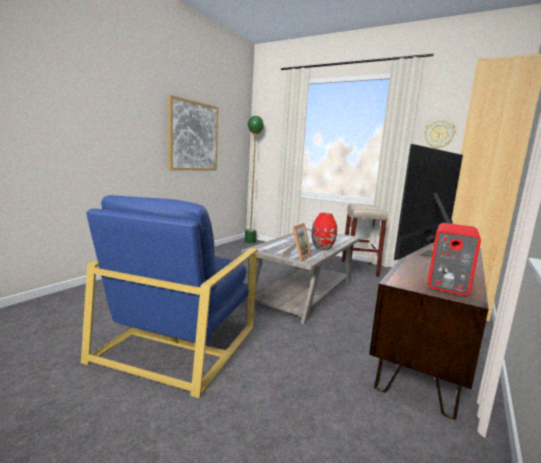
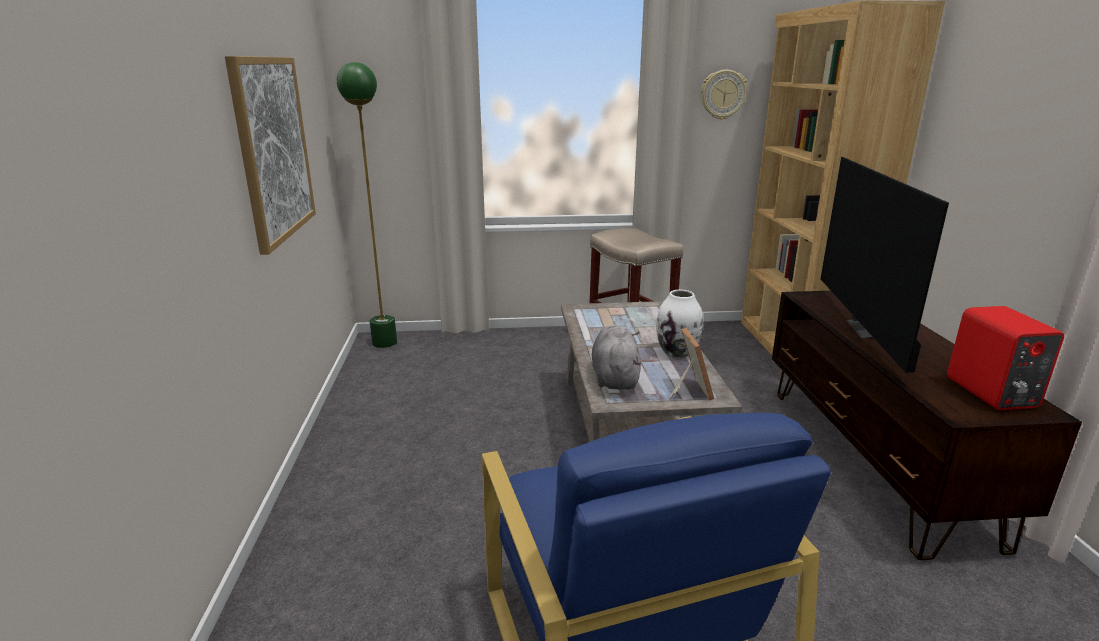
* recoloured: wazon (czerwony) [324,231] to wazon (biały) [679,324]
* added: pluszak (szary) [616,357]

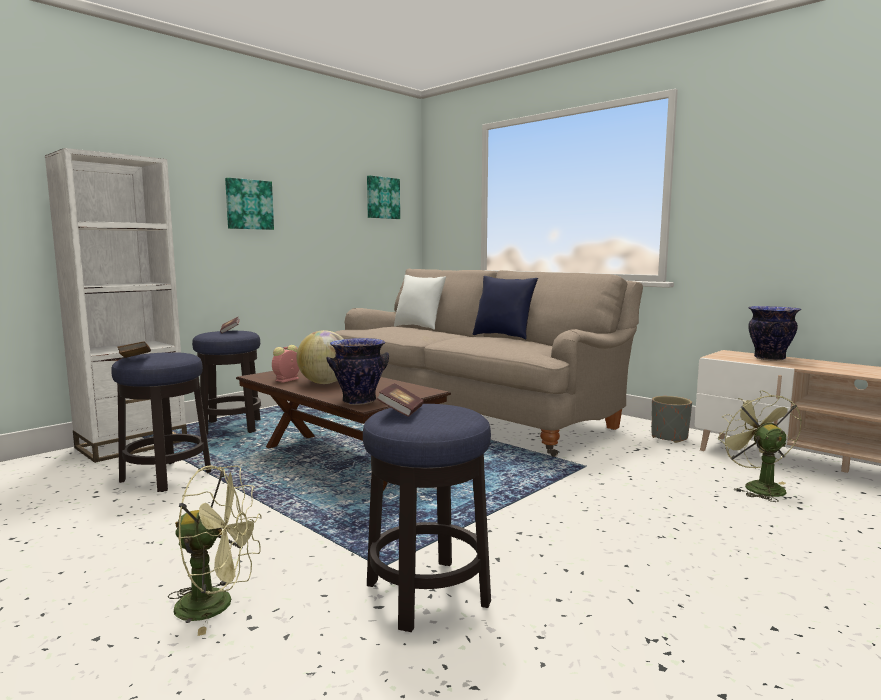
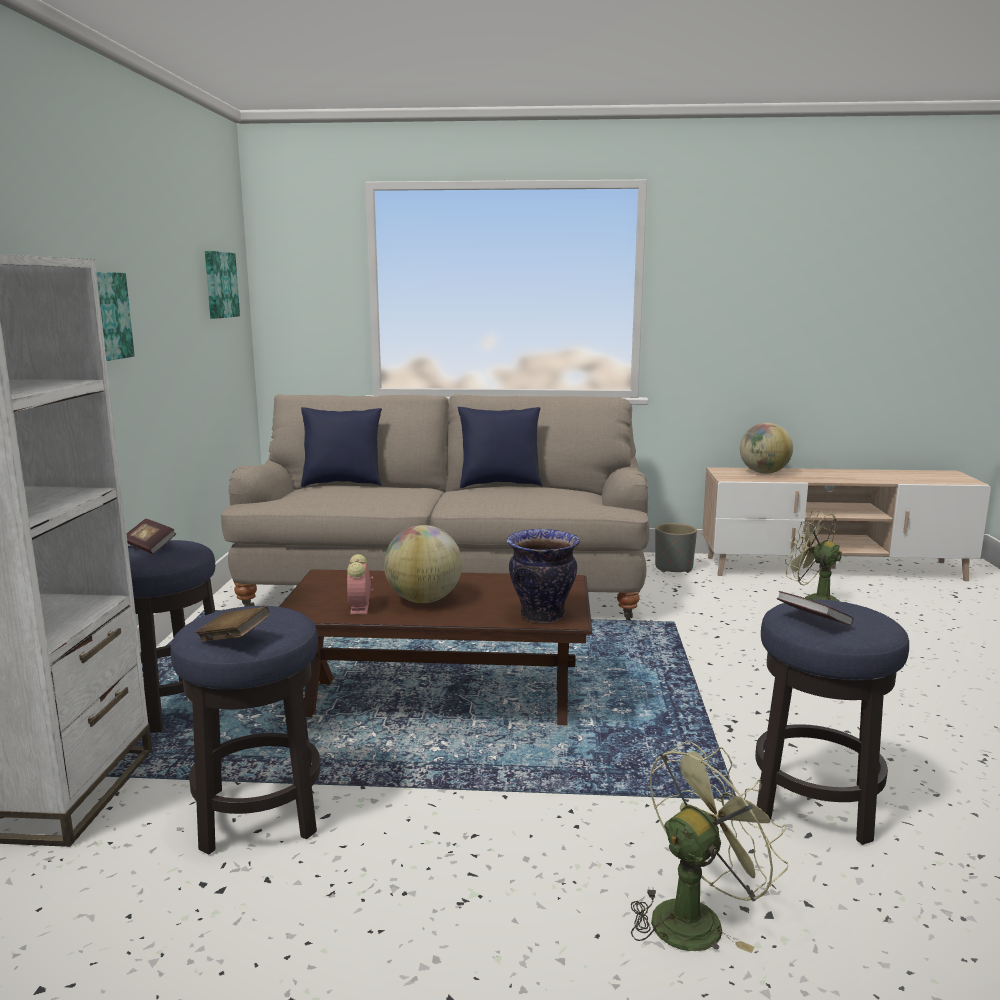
* recoloured: poduszka (biały) [420,302] to poduszka (niebieski) [341,447]
* replaced: wazon [774,333] to globus [766,448]

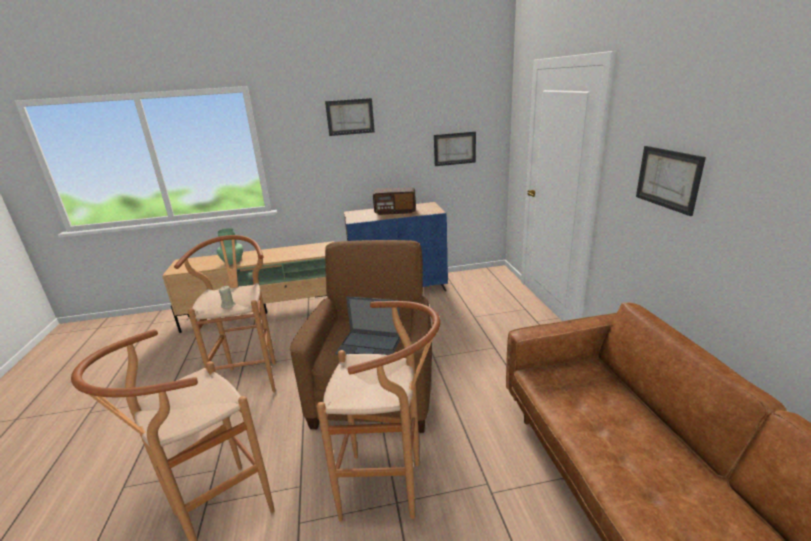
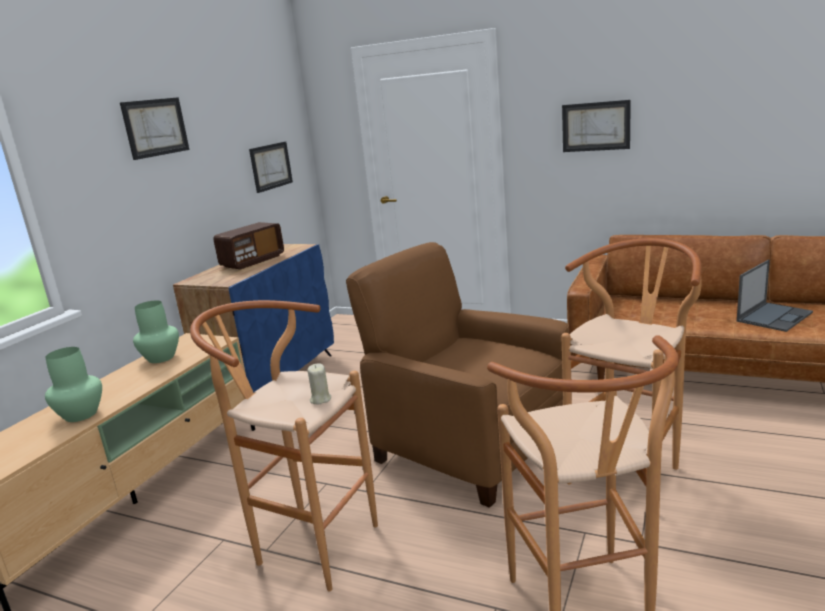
* moved: laptop [367,325] to [775,296]
* added: wazon (zielony) [156,332]

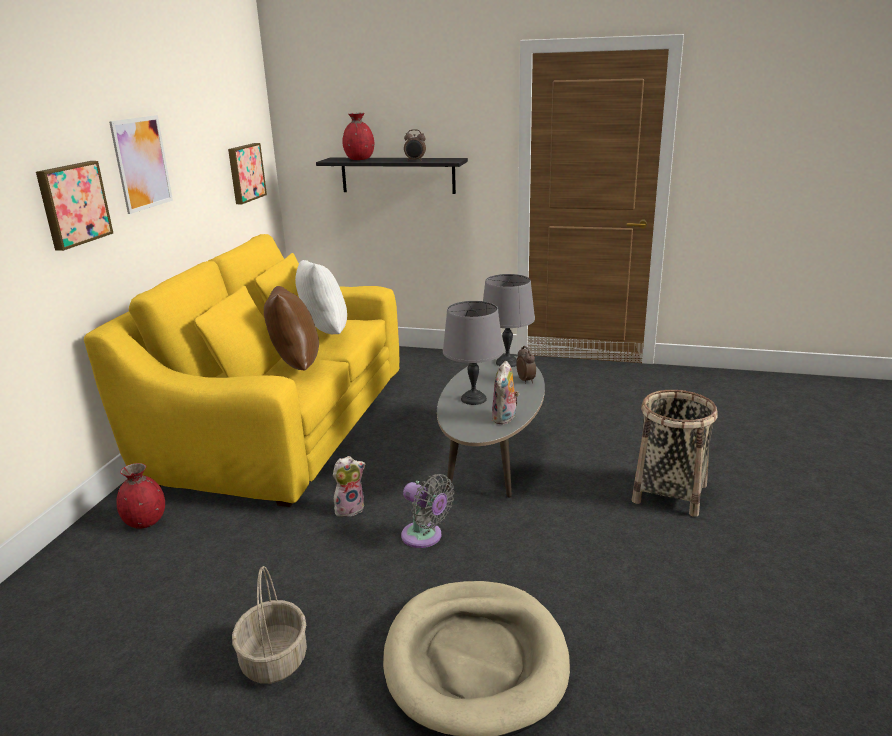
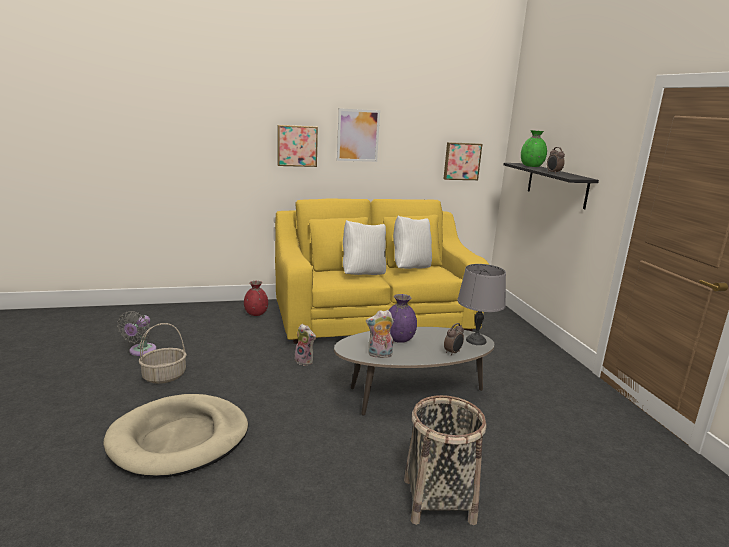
* recoloured: wazon (czerwony) [358,136] to wazon (zielony) [534,148]
* recoloured: poduszka (brązowy) [291,328] to poduszka (biały) [364,247]
* replaced: lampa stołowa (szary) [473,353] to wazon (fioletowy) [403,318]
* moved: wentylator (szary) [427,511] to [136,333]

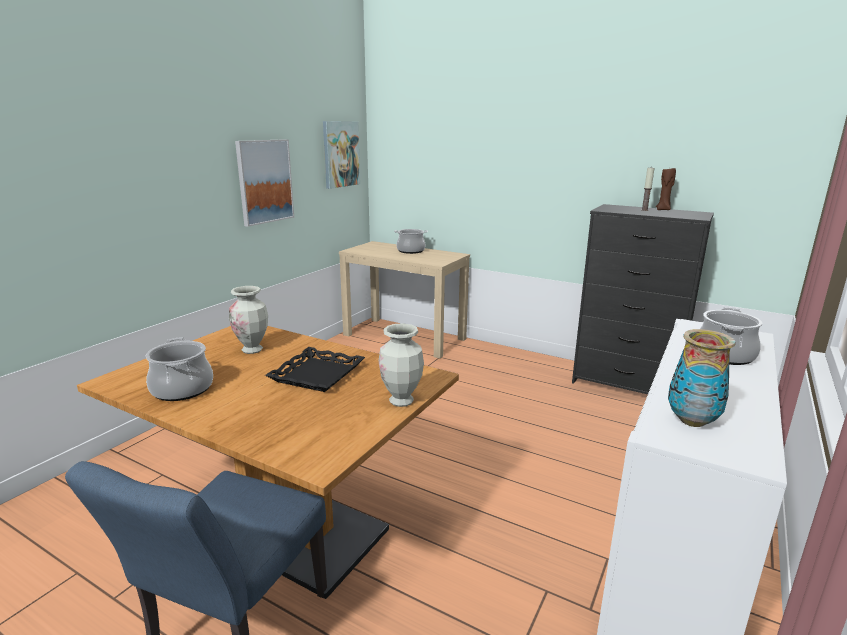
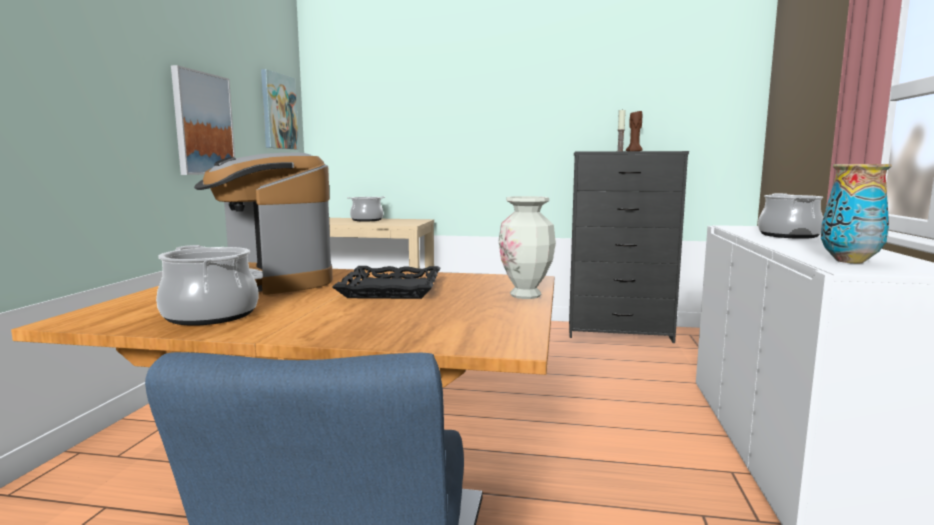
* replaced: wazon [248,320] to ekspres do kawy [263,224]

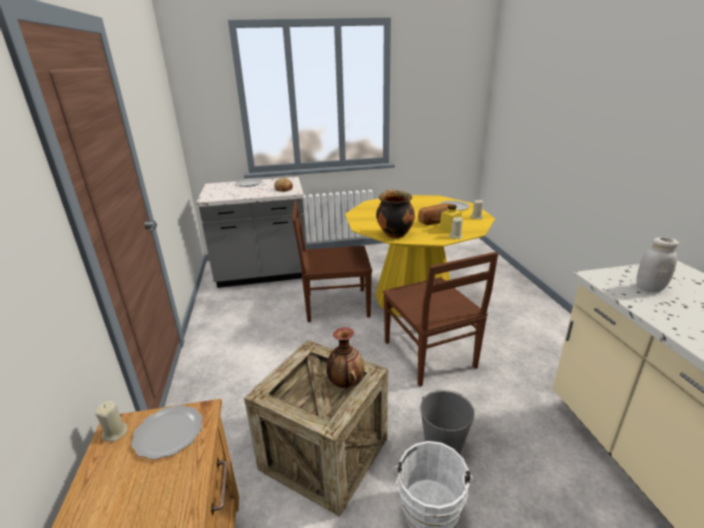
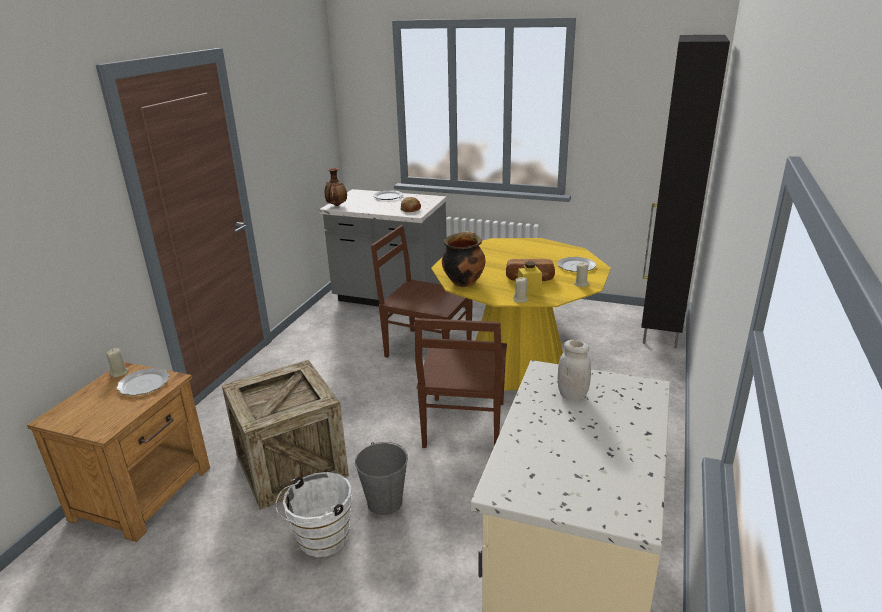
* moved: wazon [345,357] to [336,187]
* added: szafka (czarny) [685,191]

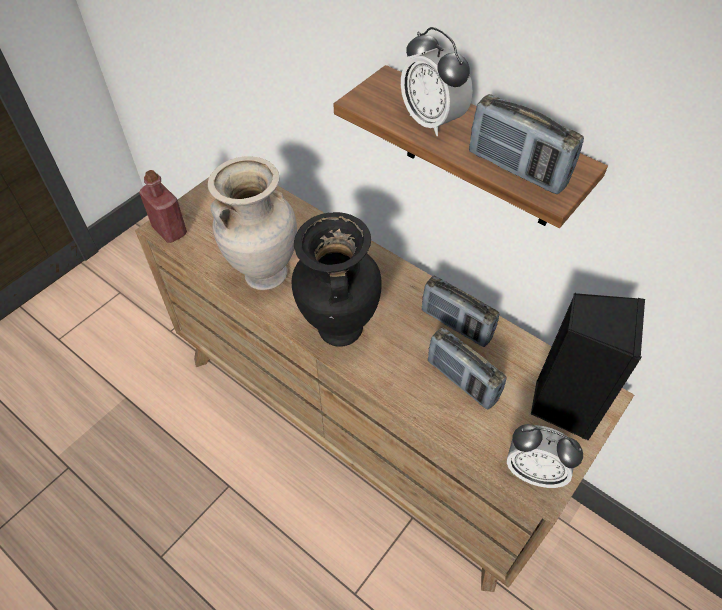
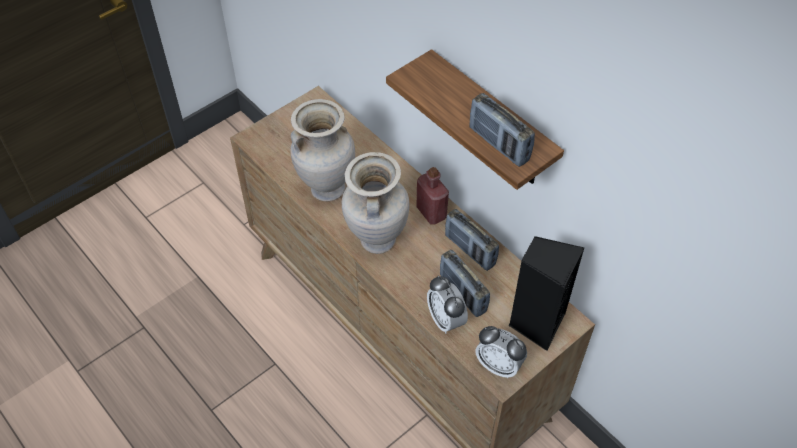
* moved: budzik [437,81] to [447,304]
* moved: butelka (czerwony) [163,206] to [432,196]
* recoloured: wazon (czarny) [337,279] to wazon (beżowy) [375,203]

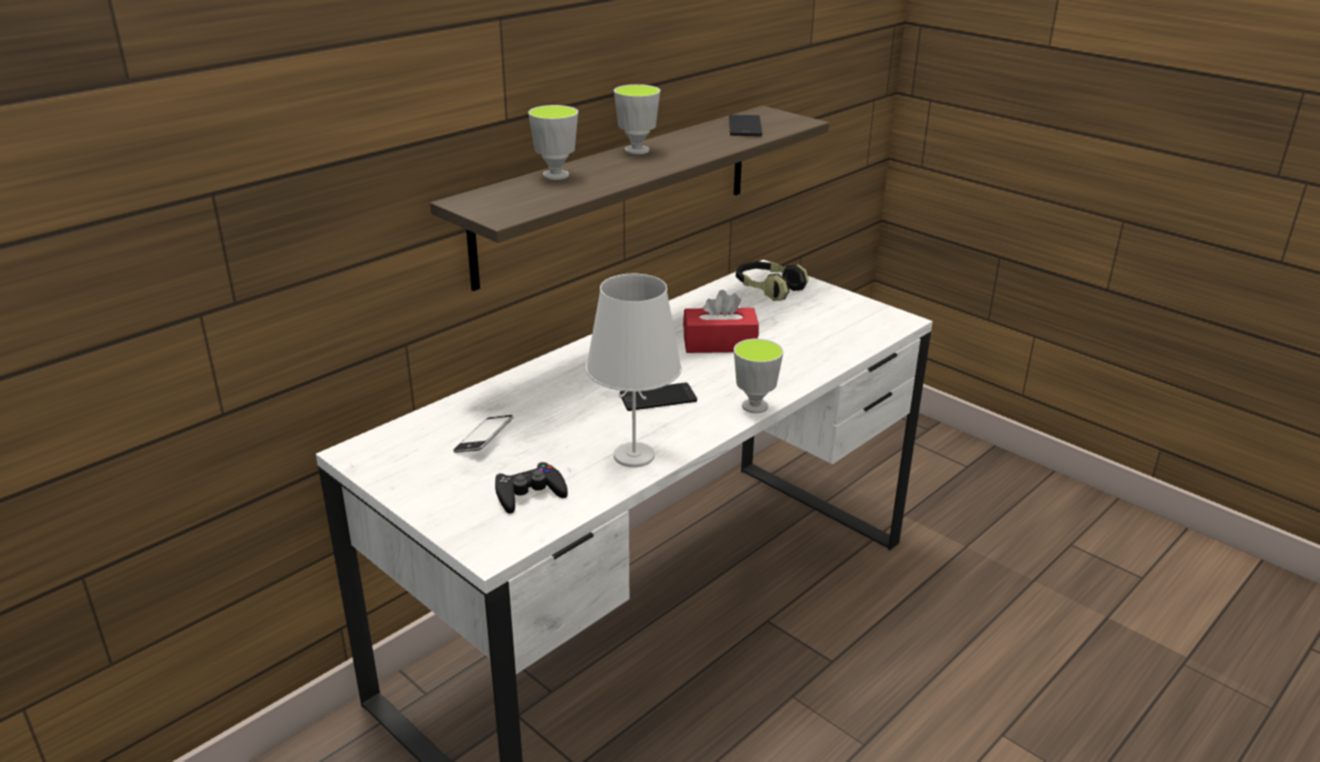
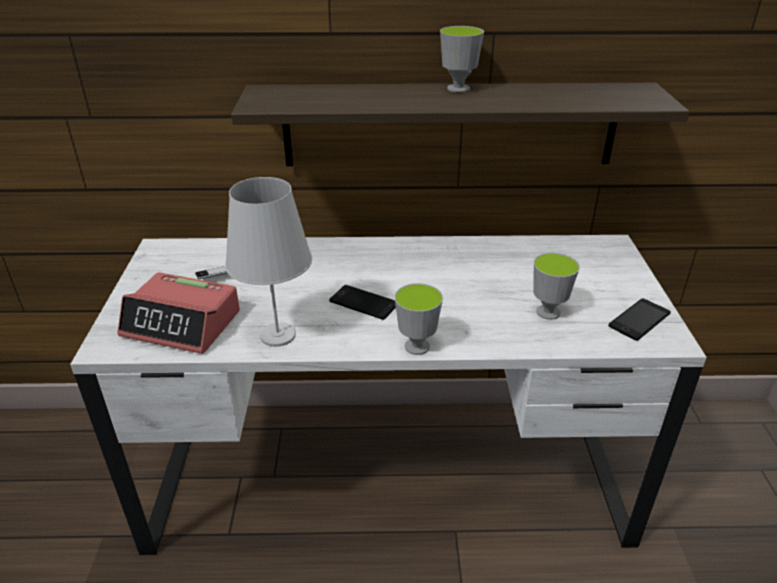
* moved: filiżanka [553,142] to [556,286]
* moved: telefon [745,125] to [639,319]
* removed: słuchawki [772,281]
* removed: pudełko chusteczek (czerwony) [721,321]
* replaced: pad do gier (czarny) [531,488] to budzik [178,313]

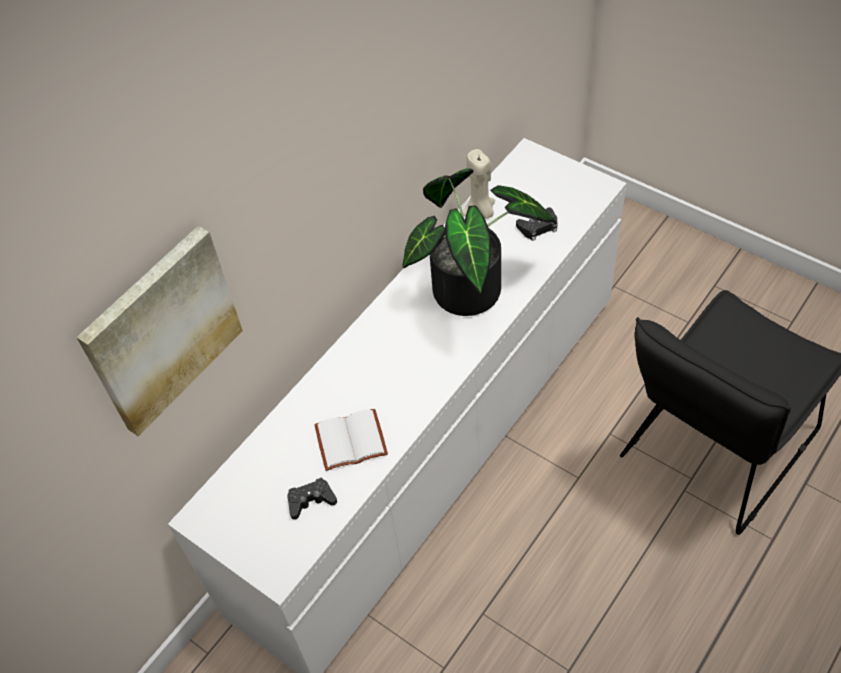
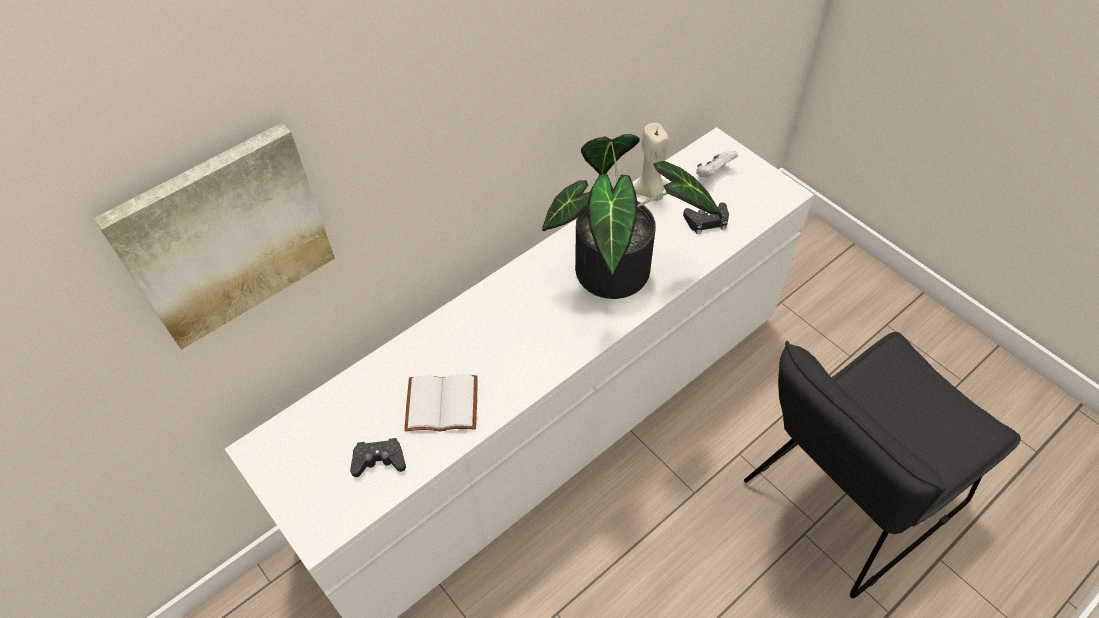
* added: pad do gier (biały) [717,164]

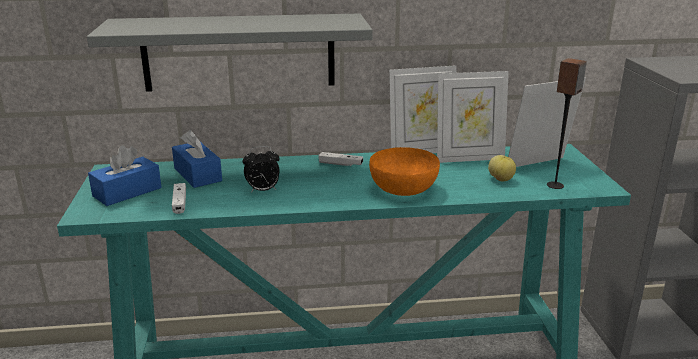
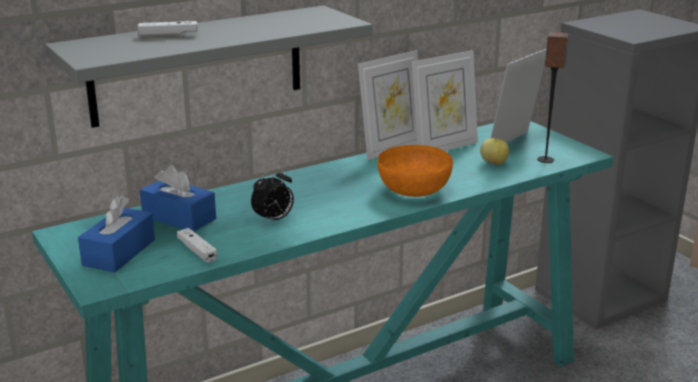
* moved: pad do gier (biały) [340,159] to [167,29]

